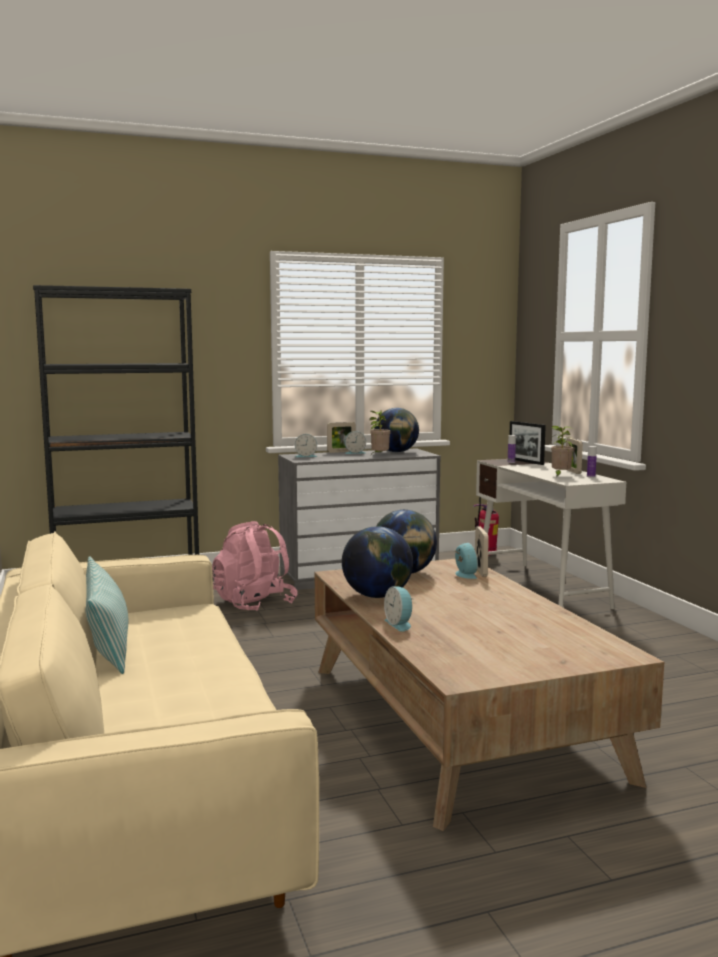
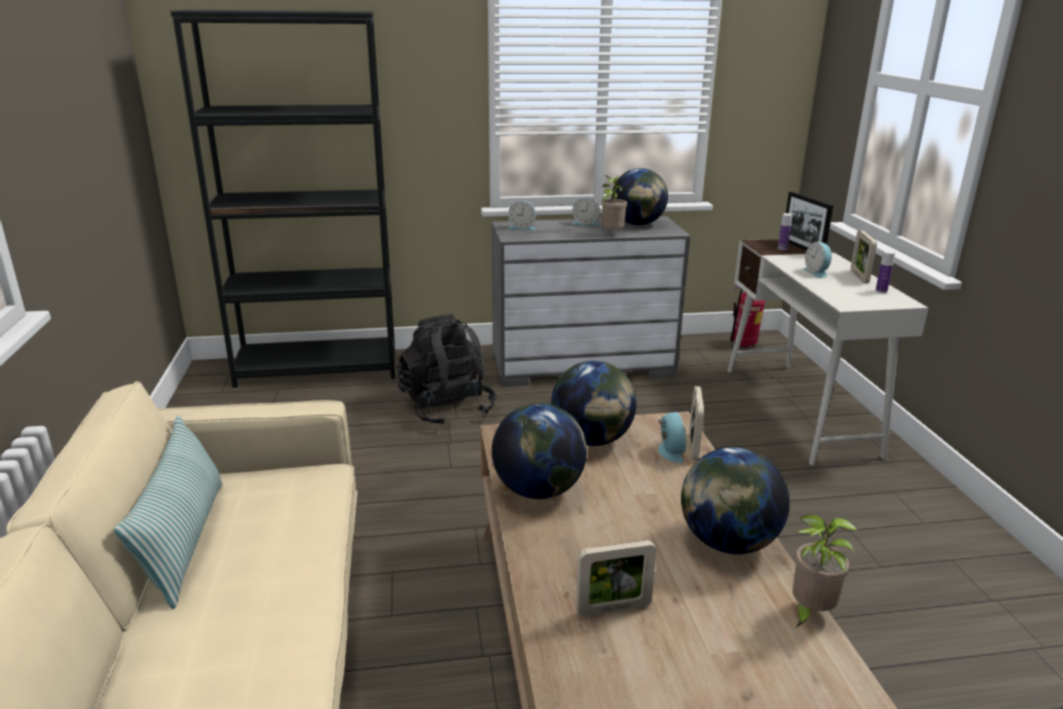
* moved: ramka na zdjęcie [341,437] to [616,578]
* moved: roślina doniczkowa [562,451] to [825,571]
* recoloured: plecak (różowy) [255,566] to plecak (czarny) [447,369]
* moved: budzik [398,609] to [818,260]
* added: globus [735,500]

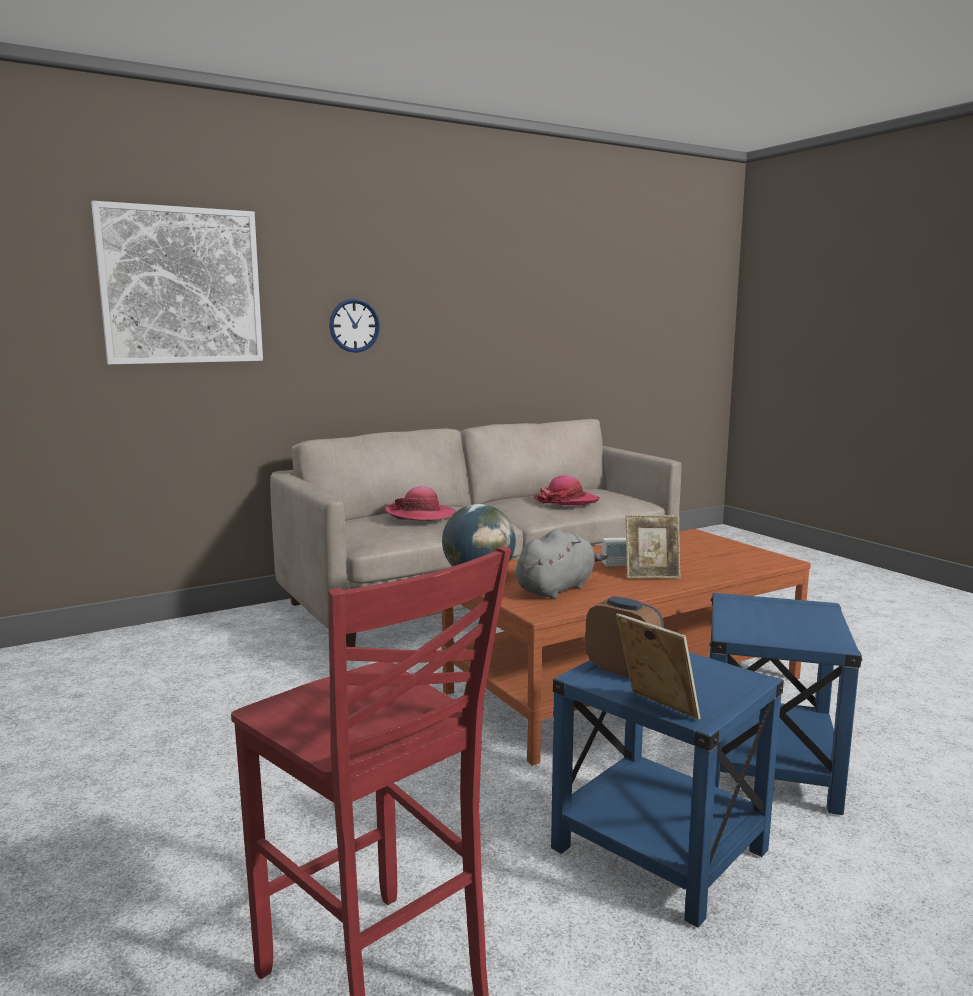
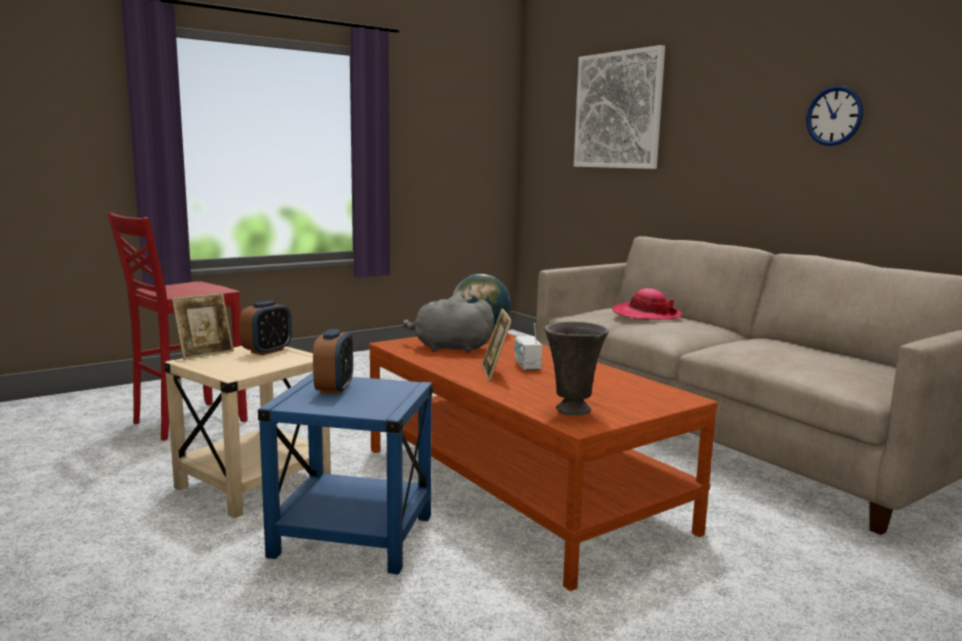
* moved: zegar ścienny [354,326] to [834,116]
* removed: kapelusz [566,490]
* turned: pluszak (szary) [562,564] = [448,323] 150 degrees clockwise
* recoloured: stolik (niebieski) [667,789] to stolik (beżowy) [247,432]
* added: wazon (szary) [576,368]
* added: budzik [333,361]

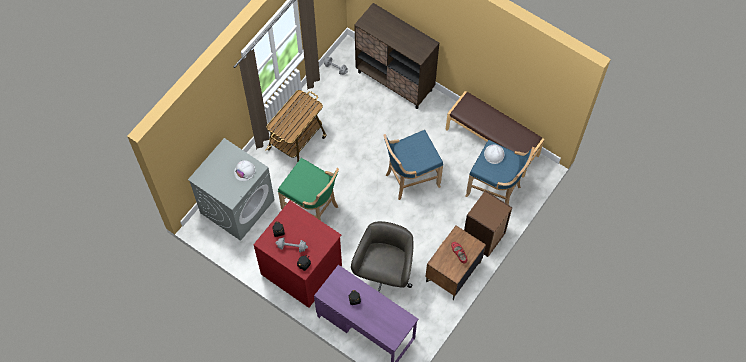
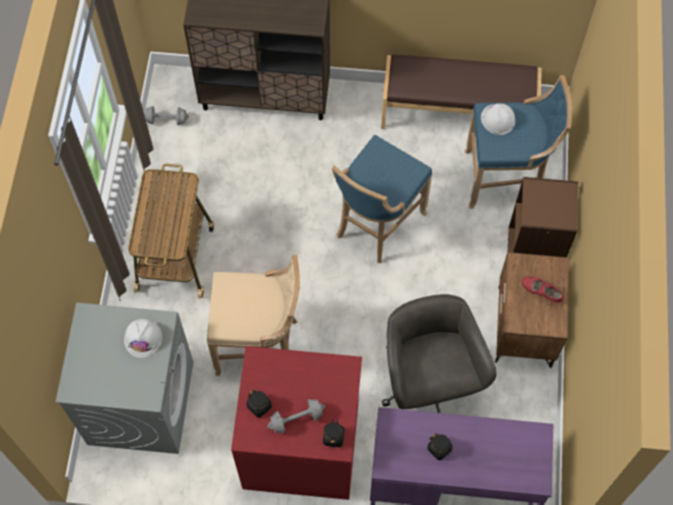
* recoloured: stołek (zielony) [308,189] to stołek (beżowy) [253,315]

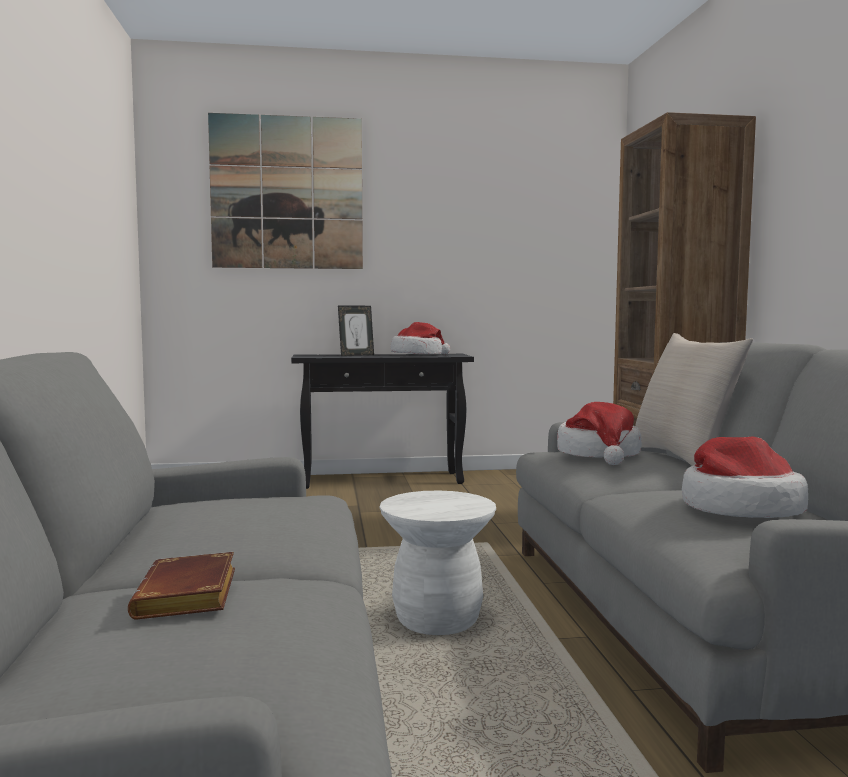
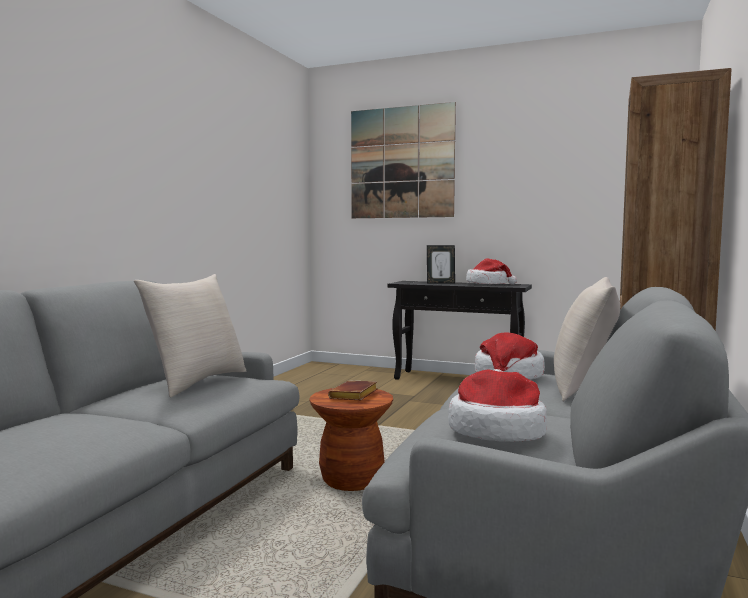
* recoloured: stołek (biały) [438,562] to stołek (brązowy) [351,439]
* moved: książka (brązowy) [181,586] to [353,390]
* added: poduszka (beżowy) [190,336]

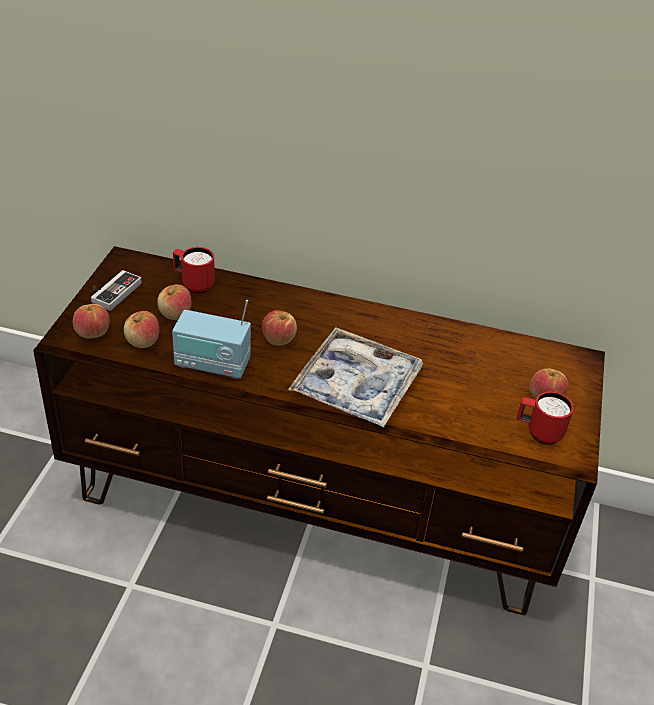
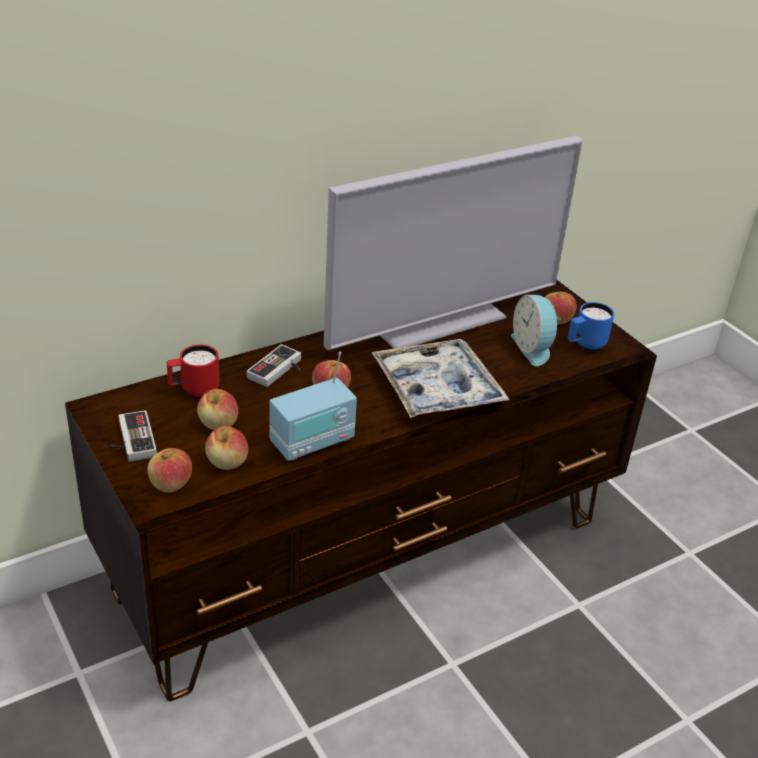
* recoloured: kubek (czerwony) [545,418] to kubek (niebieski) [591,326]
* added: telewizor [453,243]
* added: budzik [536,330]
* added: pad do gier [273,365]

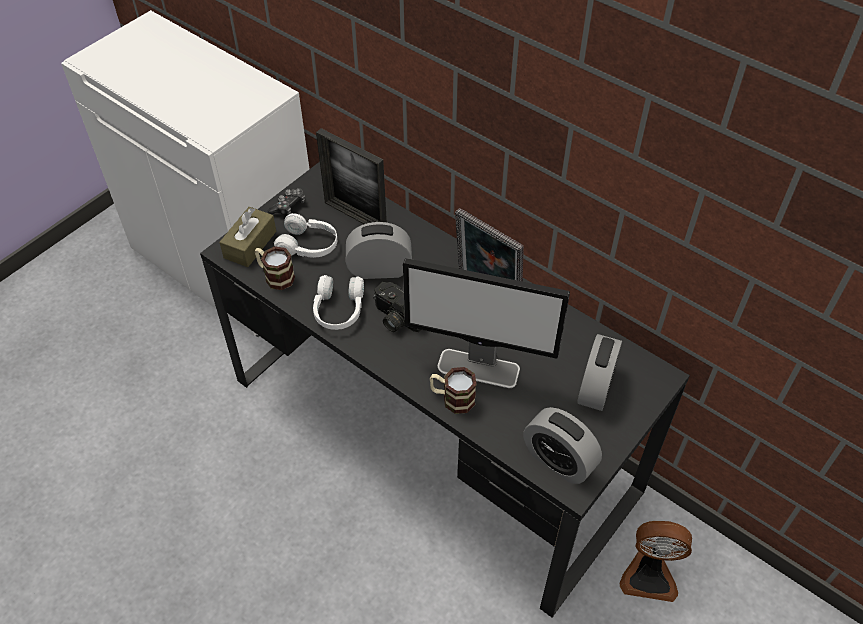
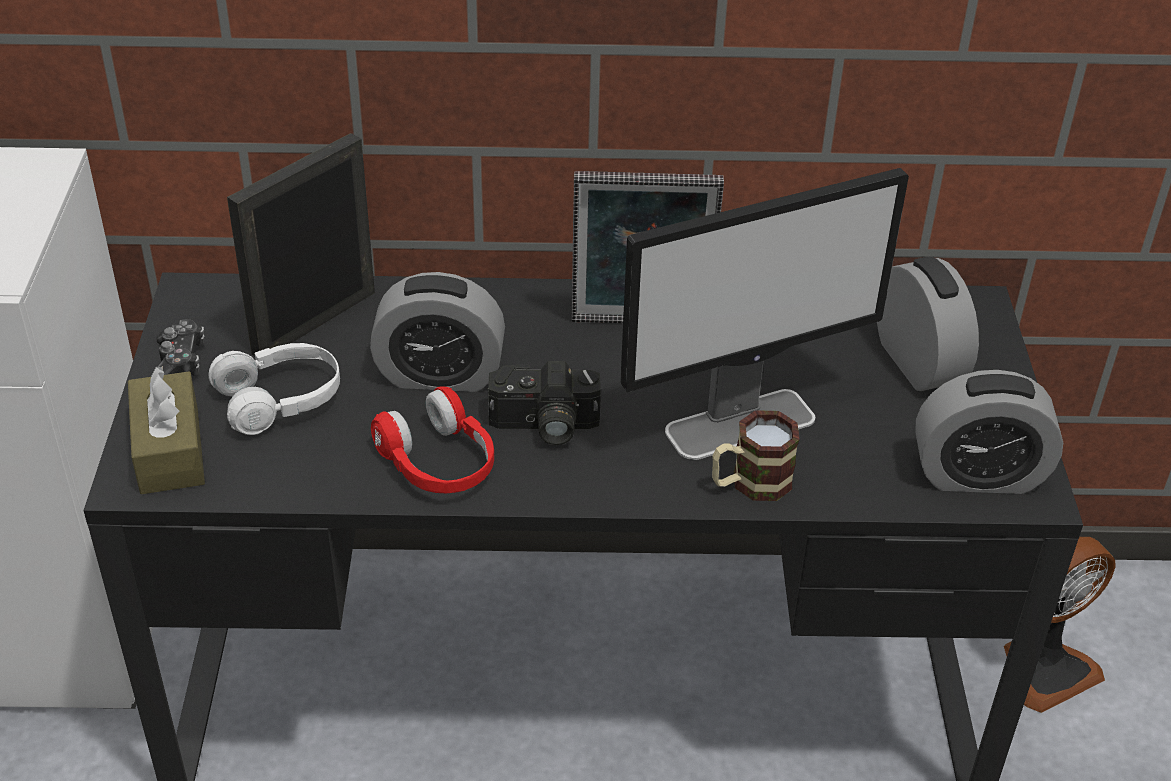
* turned: ramka na zdjęcie [351,176] = [301,244] 135 degrees clockwise
* turned: budzik [379,250] = [437,332] 135 degrees counterclockwise
* removed: kubek [275,268]
* recoloured: słuchawki (biały) [338,302] to słuchawki (czerwony) [432,439]

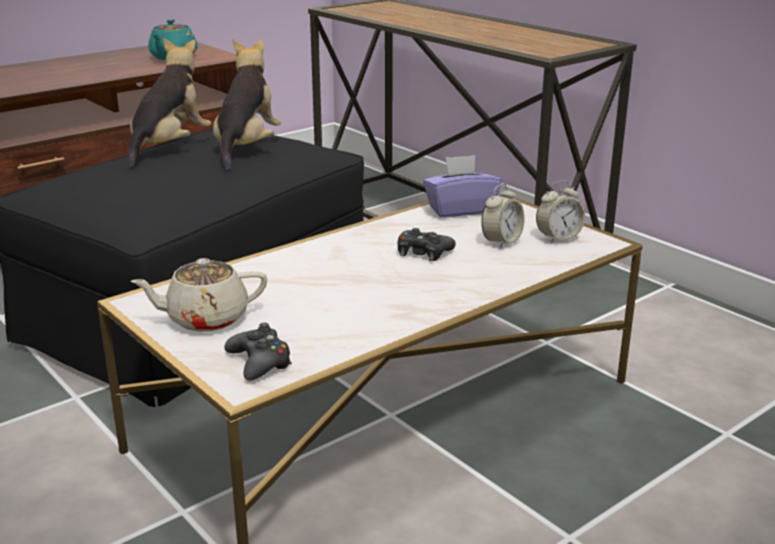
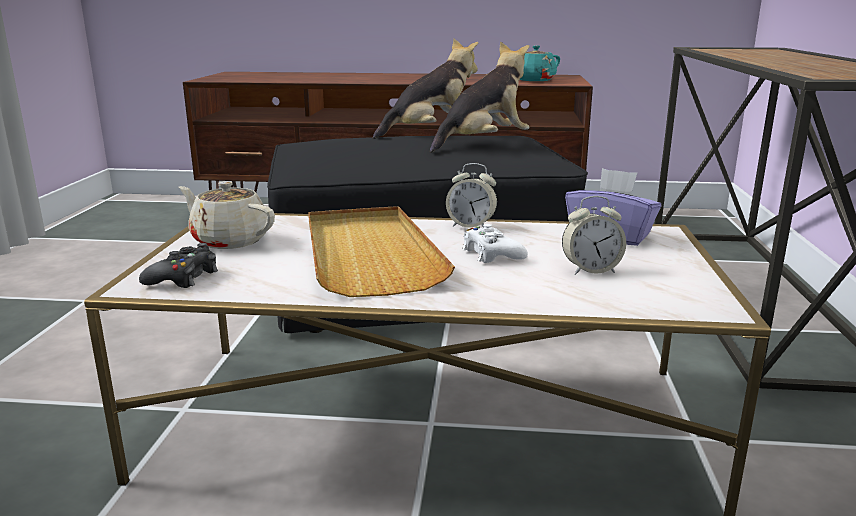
* moved: budzik [560,212] to [471,195]
* recoloured: pad do gier (czarny) [427,244] to pad do gier (biały) [495,243]
* added: taca (beżowy) [381,251]

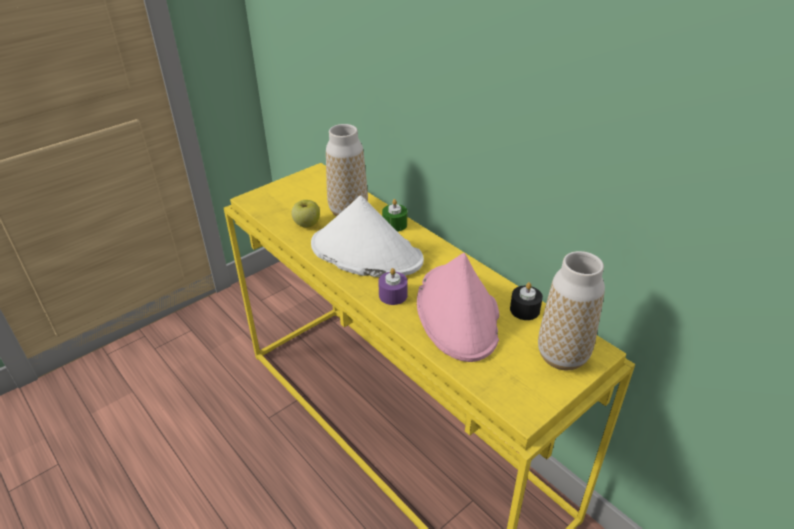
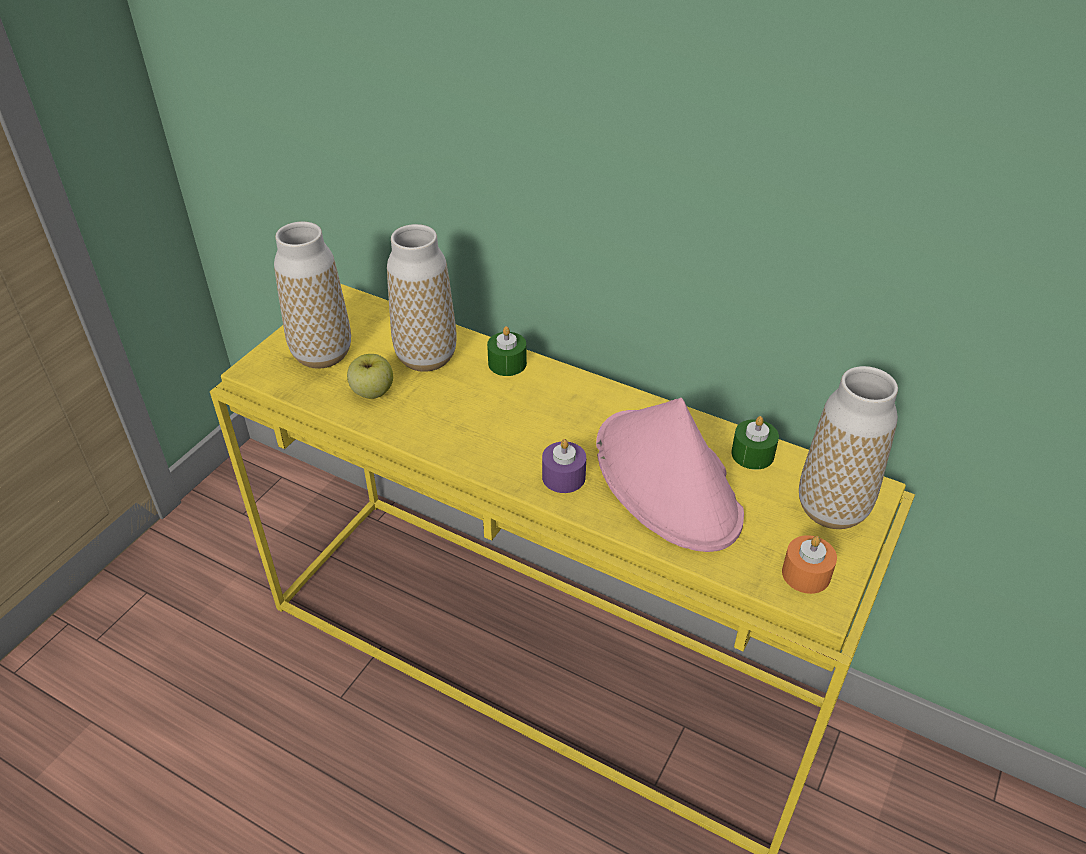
* removed: kapelusz (biały) [367,236]
* recoloured: świeca (czarny) [526,301] to świeca (zielony) [755,443]
* added: wazon [312,295]
* added: świeca (pomarańczowy) [809,564]

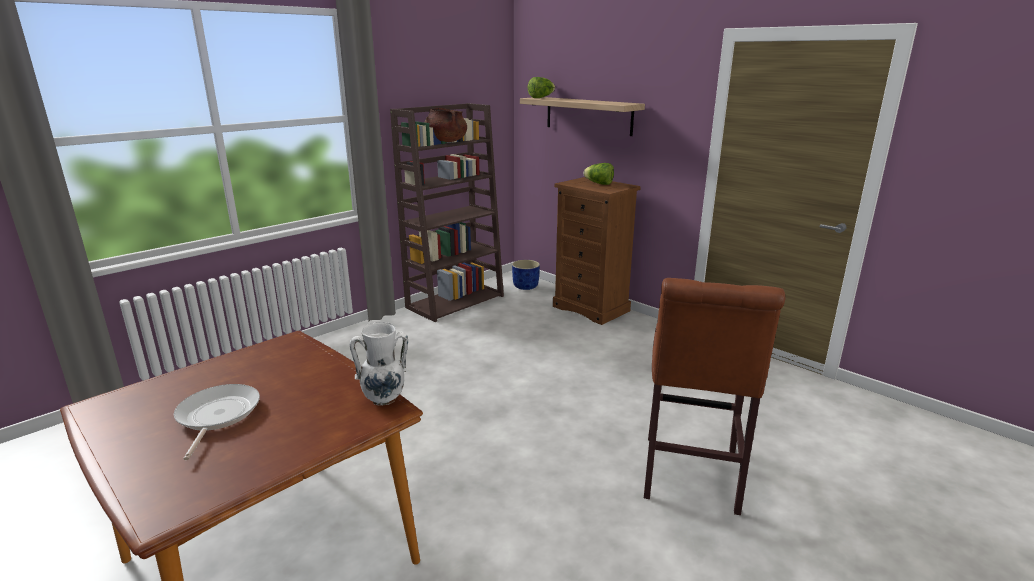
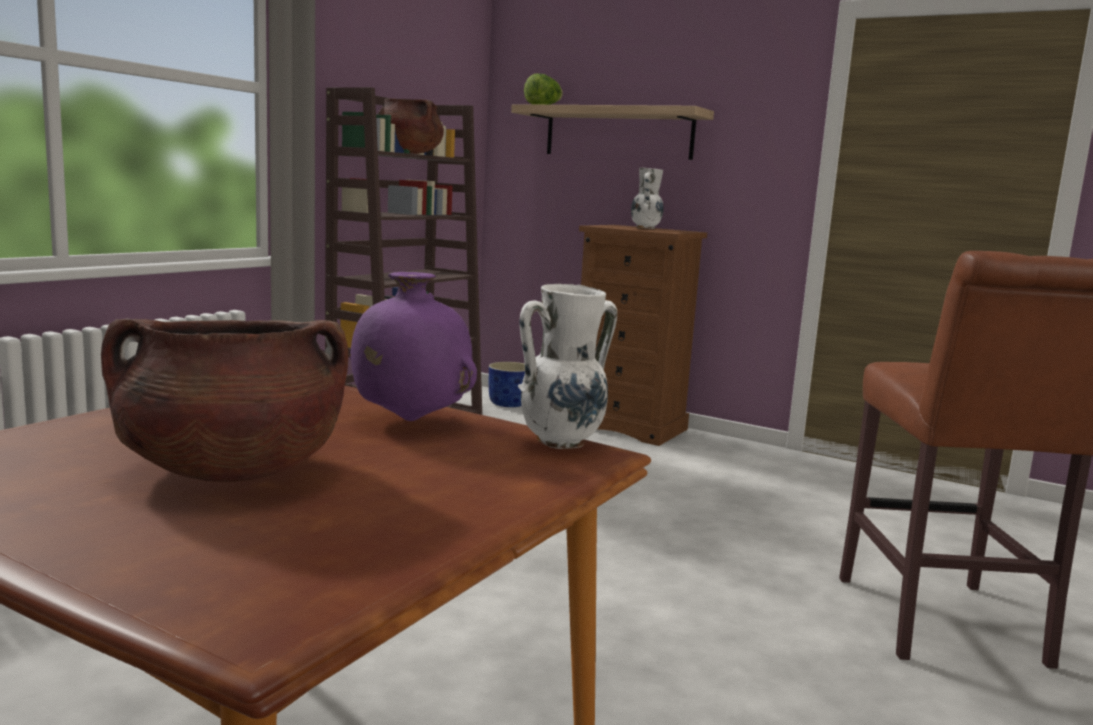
* replaced: sałata [599,174] to wazon (biały) [647,198]
* replaced: patelnia [217,422] to garnek (brązowy) [224,400]
* added: wazon (fioletowy) [413,346]

